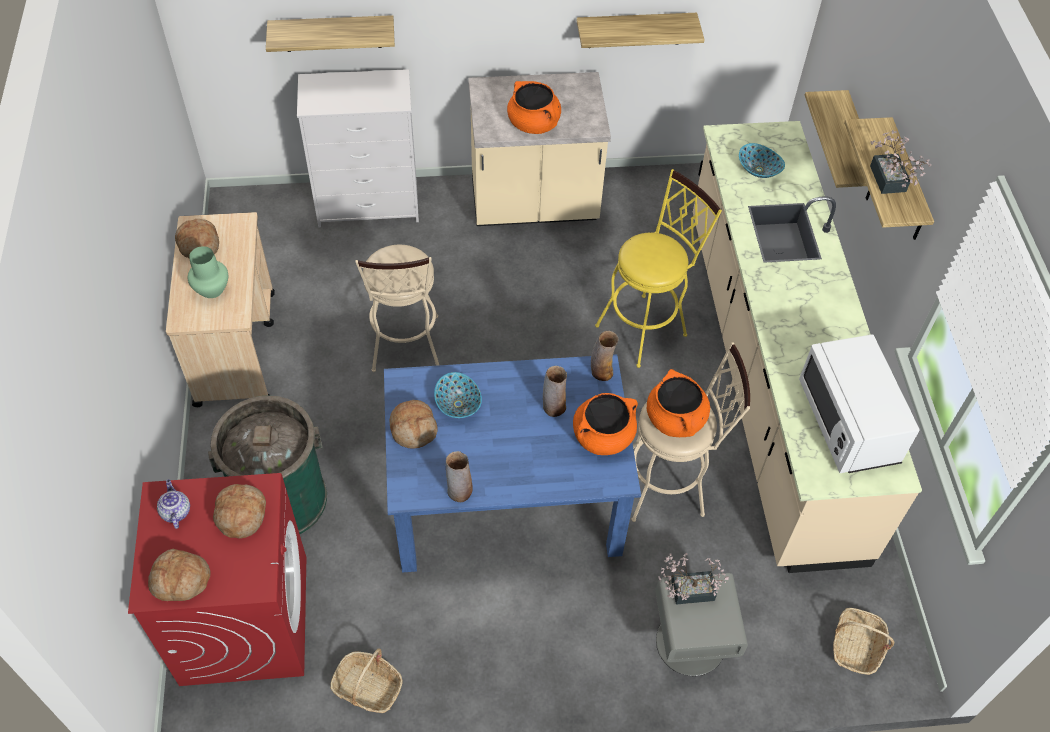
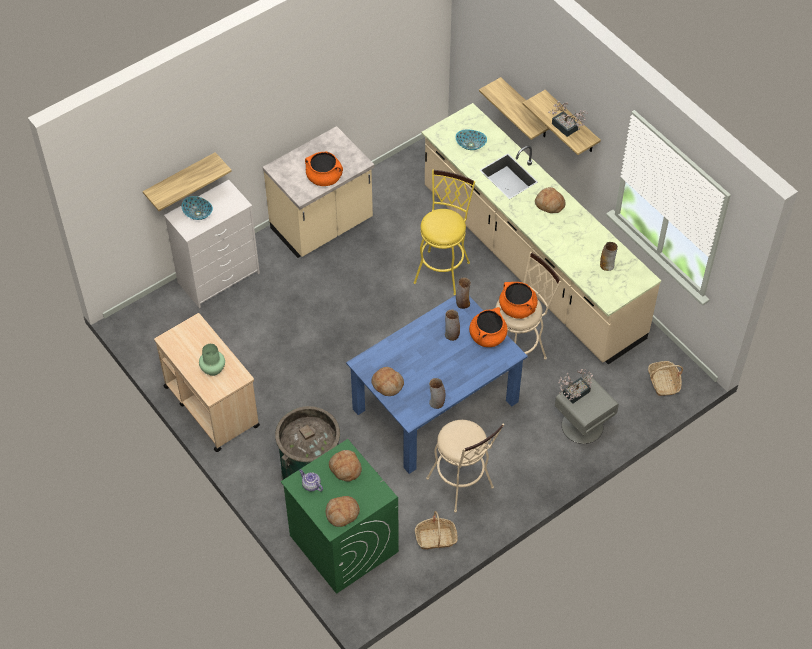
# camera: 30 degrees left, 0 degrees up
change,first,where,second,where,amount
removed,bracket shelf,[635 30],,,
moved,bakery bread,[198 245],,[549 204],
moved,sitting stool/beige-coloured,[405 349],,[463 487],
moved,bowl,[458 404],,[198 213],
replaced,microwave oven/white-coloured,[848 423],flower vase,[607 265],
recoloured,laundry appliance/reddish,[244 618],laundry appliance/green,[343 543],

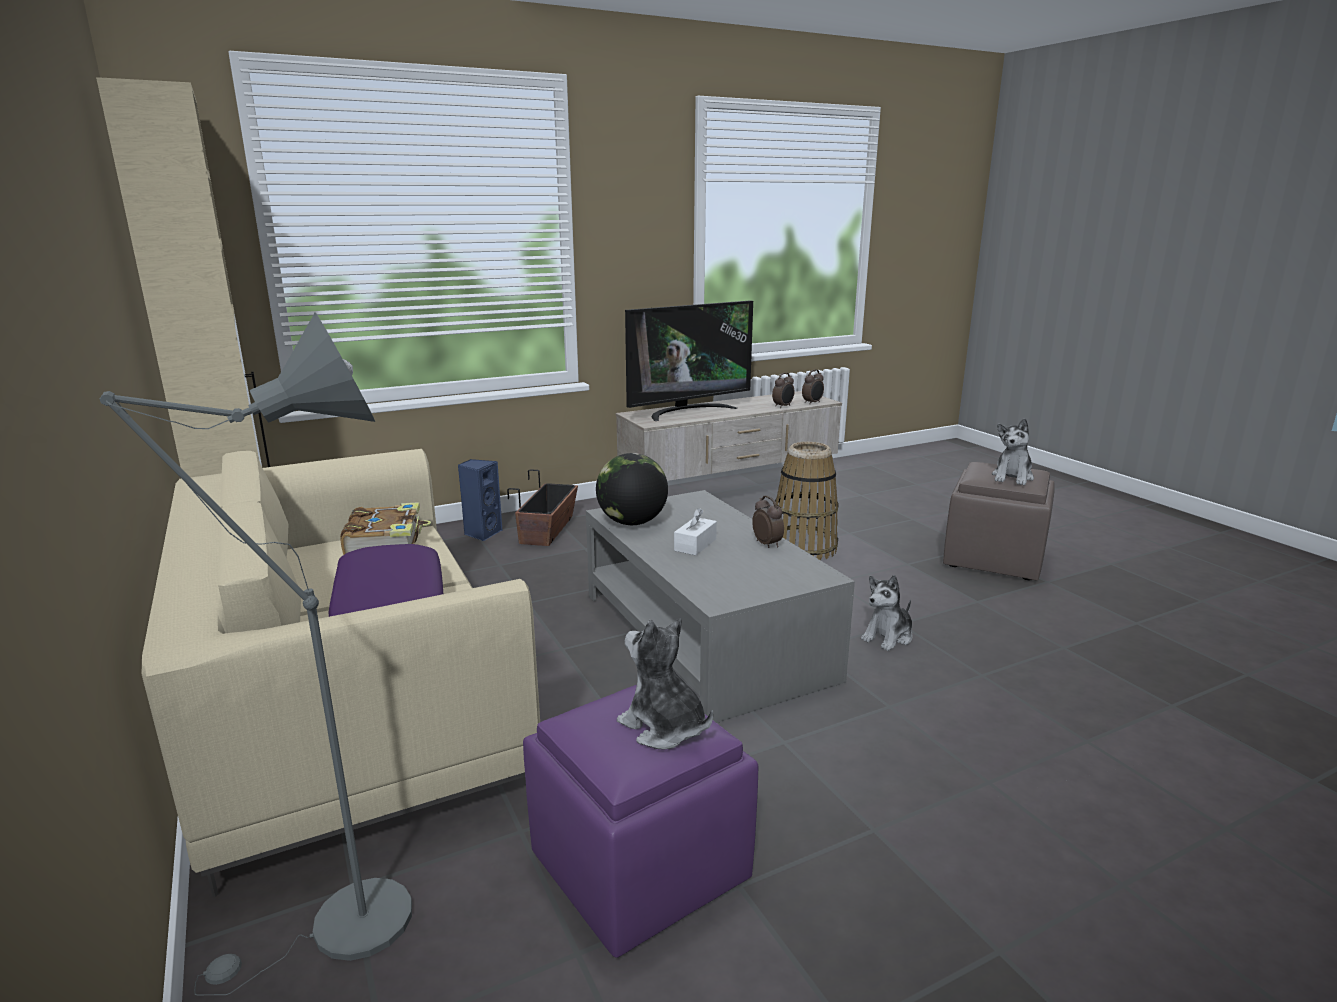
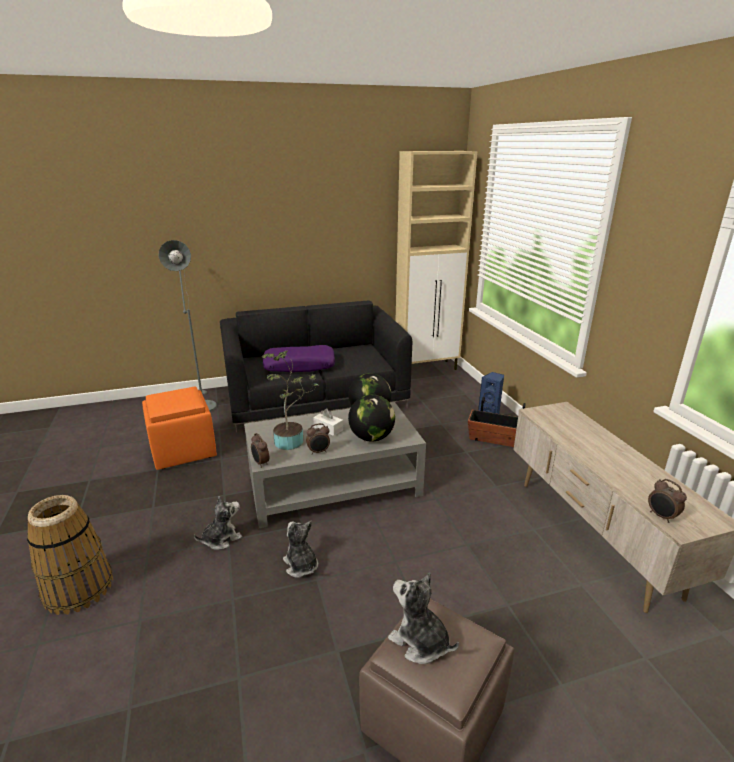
# camera: 100 degrees right, 5 degrees up
change,first,where,second,where,amount
removed,volume,[387 544],,,
removed,TV set,[687 411],,,
added,,,plant in a pot,[292 441],
added,,,desk globe,[371 438],
moved,soft toy,[663 727],,[221 539],
moved,bedside clock,[783 406],,[260 463],
moved,storage basket,[803 548],,[78 588],
recoloured,sofa/beige-coloured,[351 702],sofa/blackish,[315 397],
recoloured,pouffe/purple-coloured,[639 869],pouffe/orange-coloured,[182 450],

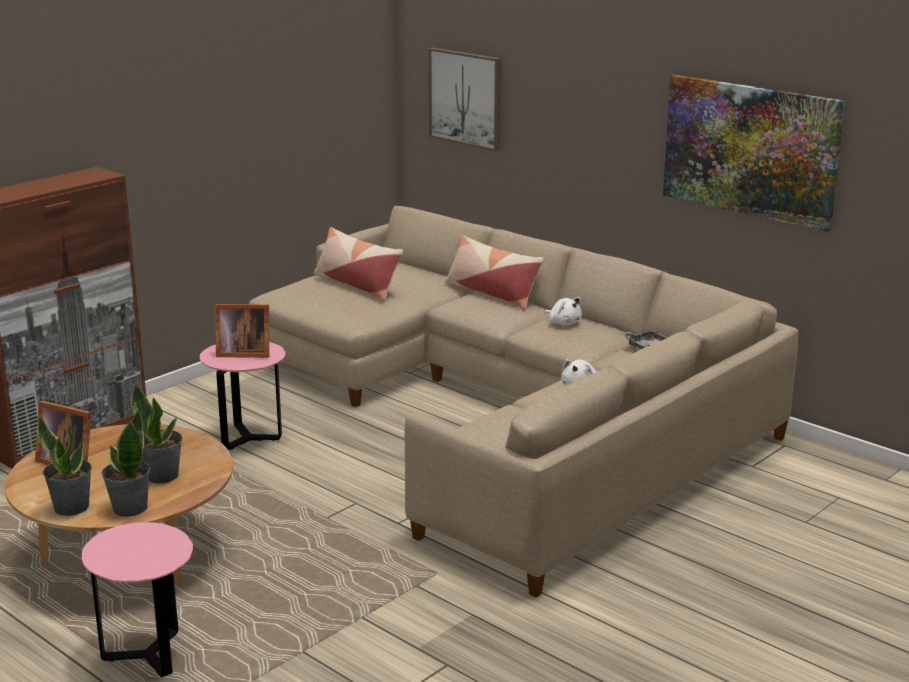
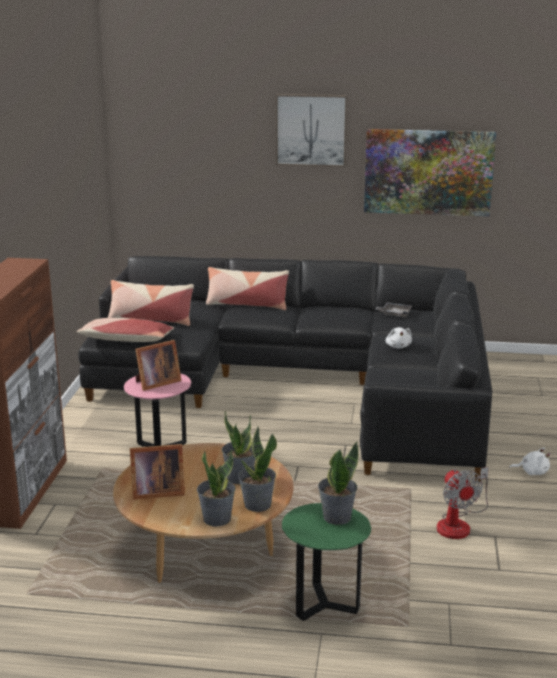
# camera: 35 degrees left, 0 degrees up
change,first,where,second,where,amount
added,,,throw pillow,[126 340],
added,,,plant in a pot,[336 517],
added,,,cooling fan,[458 523],
moved,picture,[466 98],,[311 130],
moved,soft toy/white-coloured,[564 323],,[532 472],
recoloured,side table/pink,[148 656],side table/green,[324 606],
recoloured,sofa/beige-coloured,[512 414],sofa/blackish,[305 383],

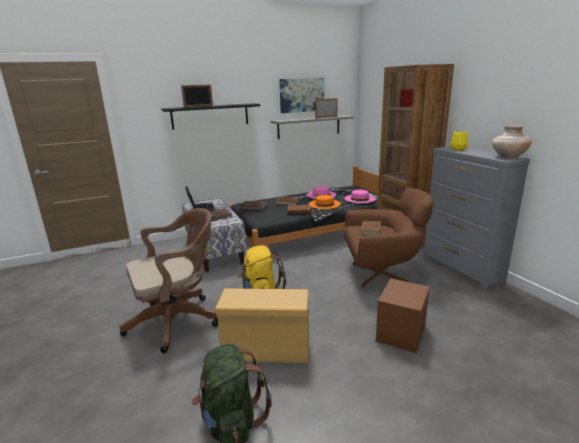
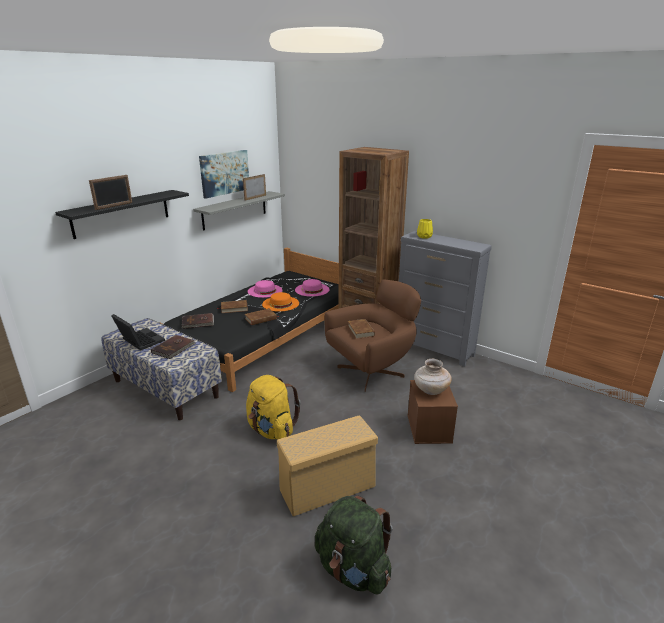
# camera: 30 degrees left, 5 degrees up
change,first,where,second,where,amount
removed,office chair/brown-coloured,[178 320],,,
moved,flower vase/beige-coloured,[508 157],,[430 390],

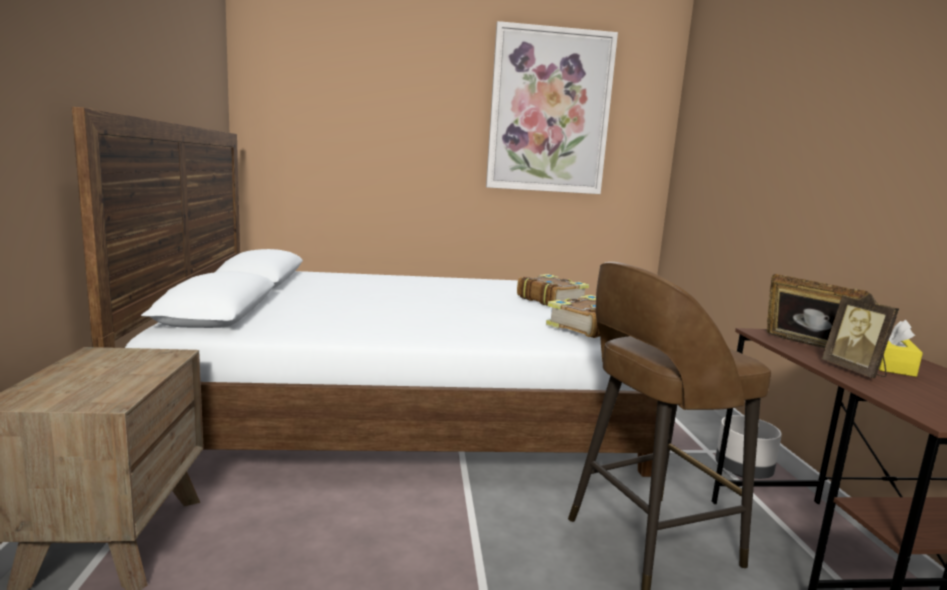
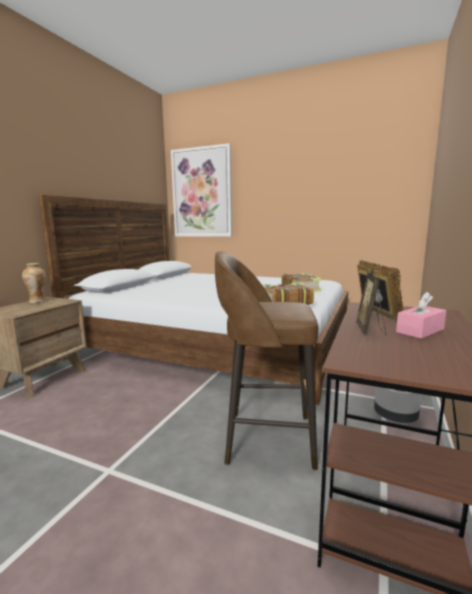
# camera: 30 degrees right, 0 degrees up
change,first,where,second,where,amount
added,,,flower vase,[37 301],
moved,picture,[549 111],,[202 193],
recoloured,tissue holder/yellow-coloured,[891 365],tissue holder/pink,[420 330],

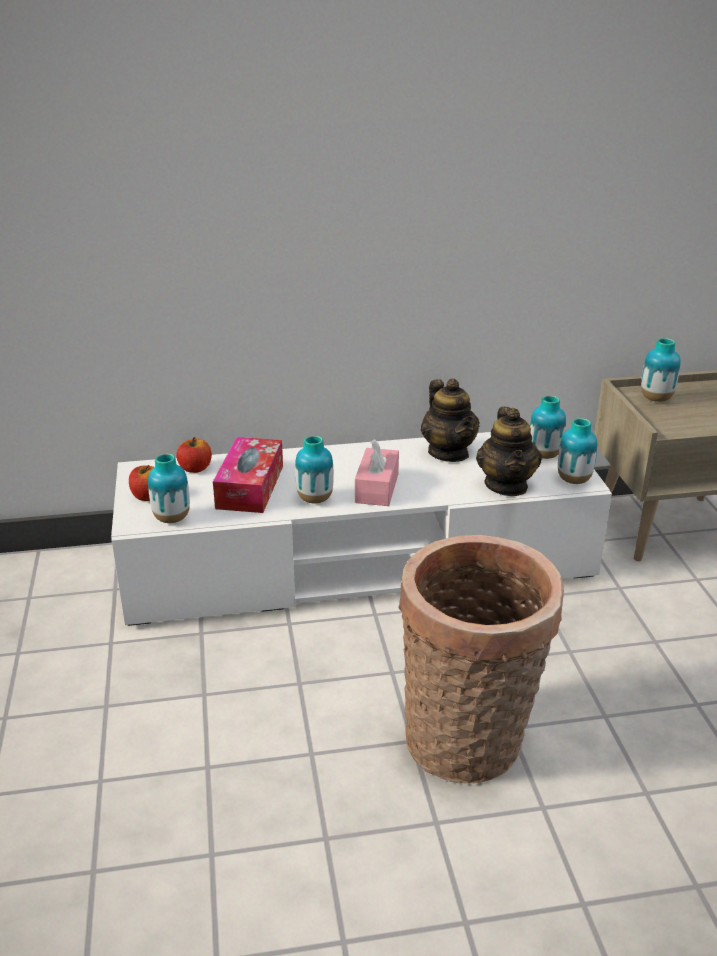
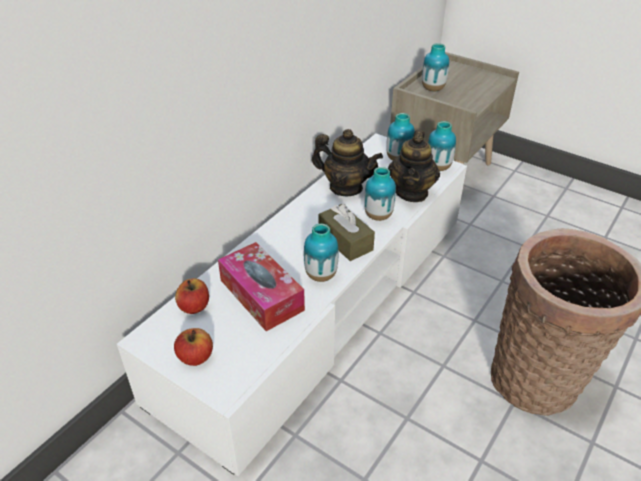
# camera: 45 degrees left, 10 degrees up
change,first,where,second,where,amount
moved,flower vase,[172 518],,[378 216],
recoloured,tissue holder/pink,[377 488],tissue holder/brown-coloured,[345 241],
turned,tea pot,[506 485],,[412 192],60 degrees clockwise

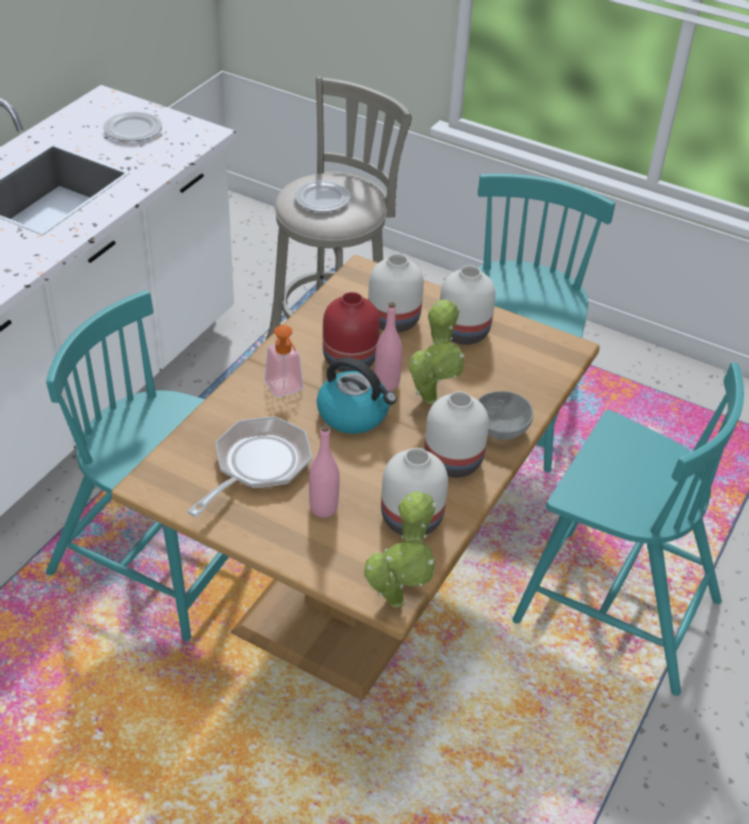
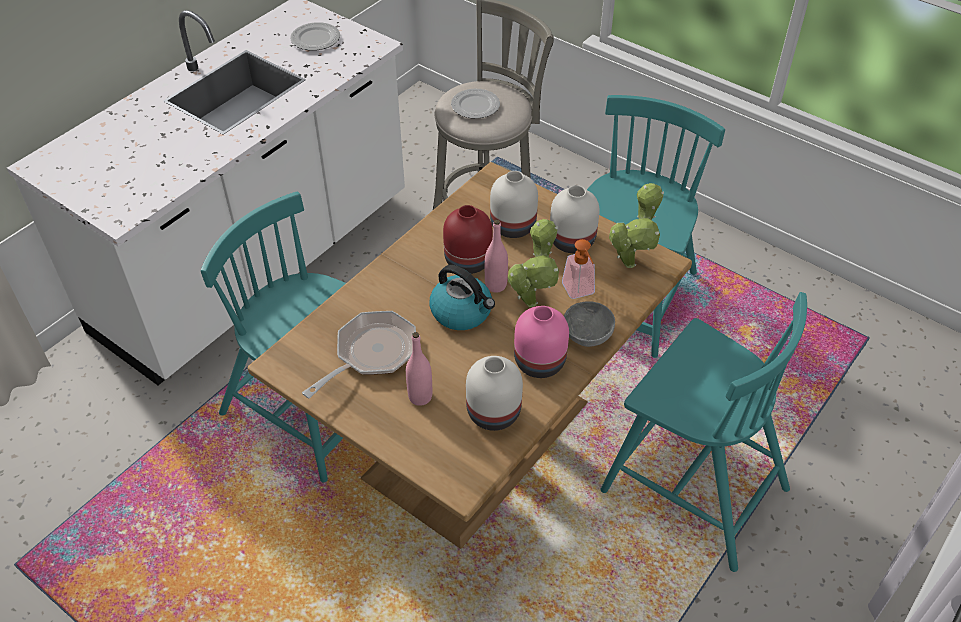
# camera: 10 degrees right, 5 degrees up
change,first,where,second,where,amount
moved,liquid soap bottle,[286 390],,[580 292],
moved,plant in a pot,[398 596],,[631 261],
recoloured,flower vase/white-coloured,[454 461],flower vase/pink,[541 362],

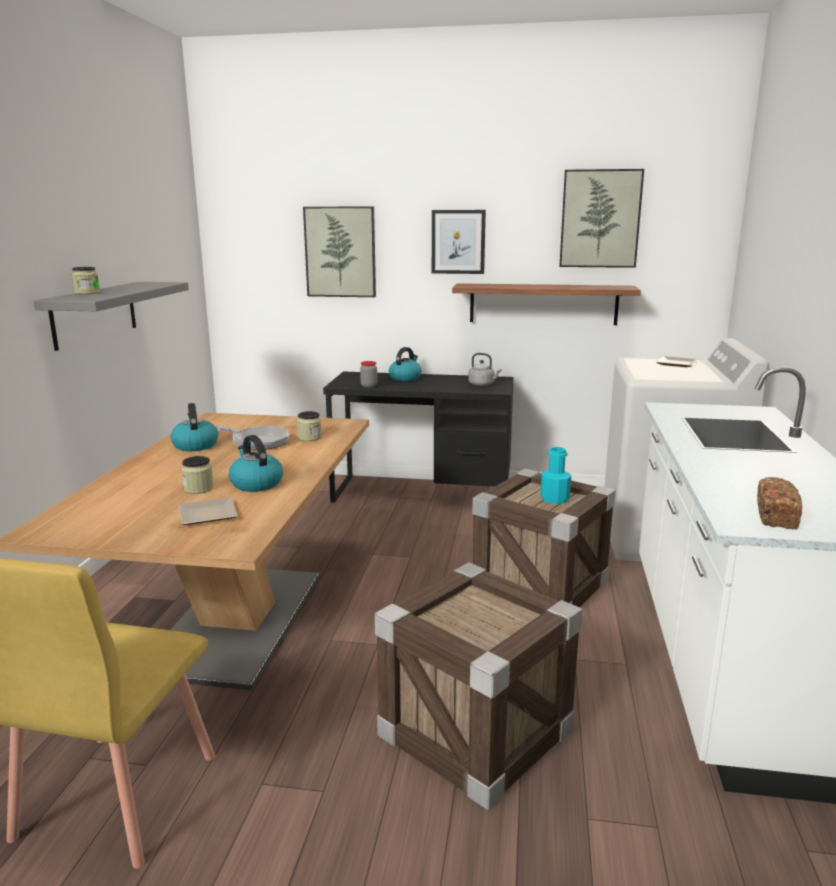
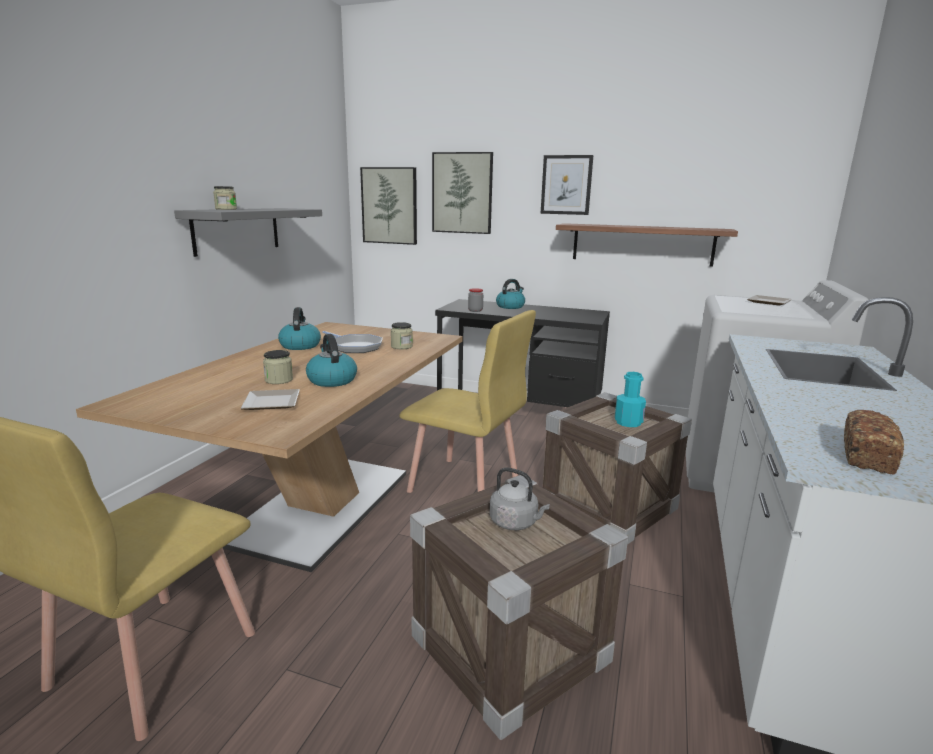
# camera: 10 degrees right, 0 degrees up
change,first,where,second,where,amount
added,,,chair/yellow-coloured,[464 485],
moved,kettle/greyish,[483 384],,[516 523],
moved,picture,[600 219],,[389 206],

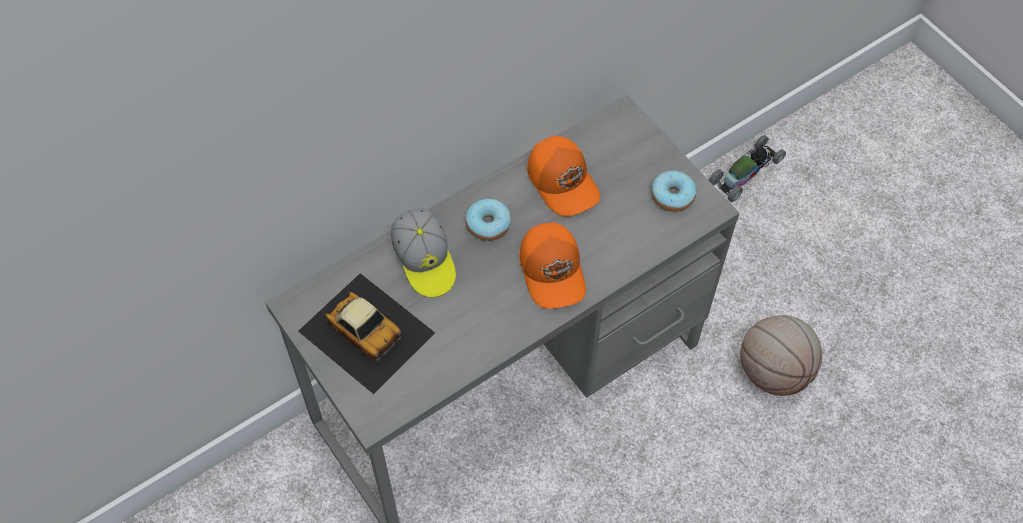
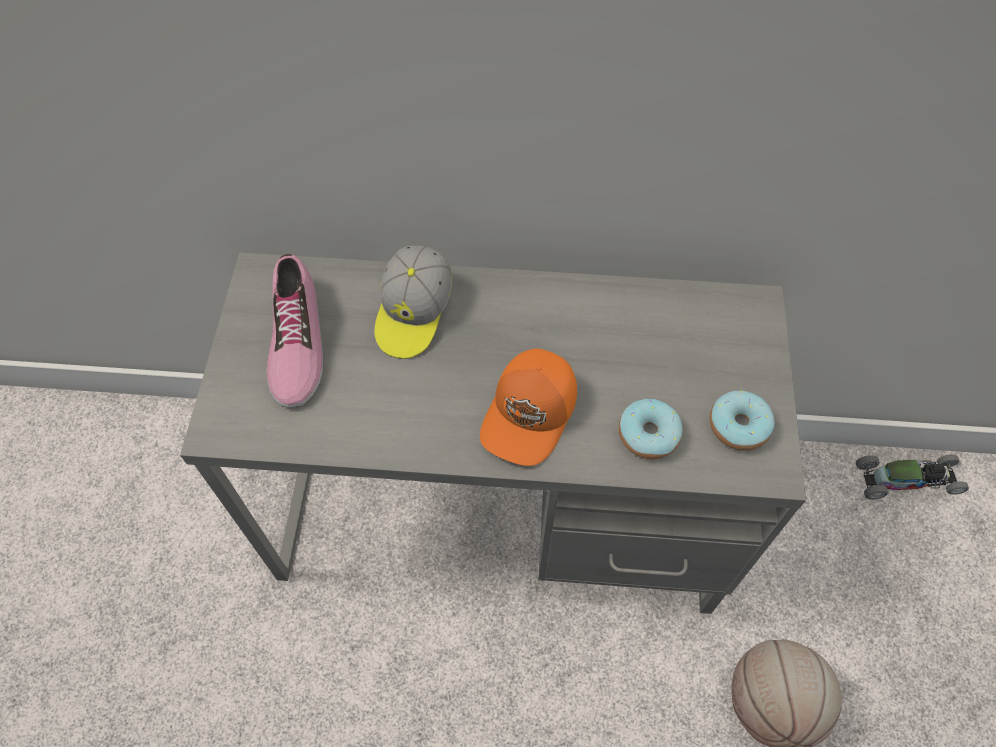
# camera: 40 degrees right, 0 degrees up
change,first,where,second,where,amount
removed,baseball cap/orange-coloured,[563 181],,,
moved,doughnut,[488 224],,[648 434],
replaced,model car,[366 331],low shoe,[295 341],

